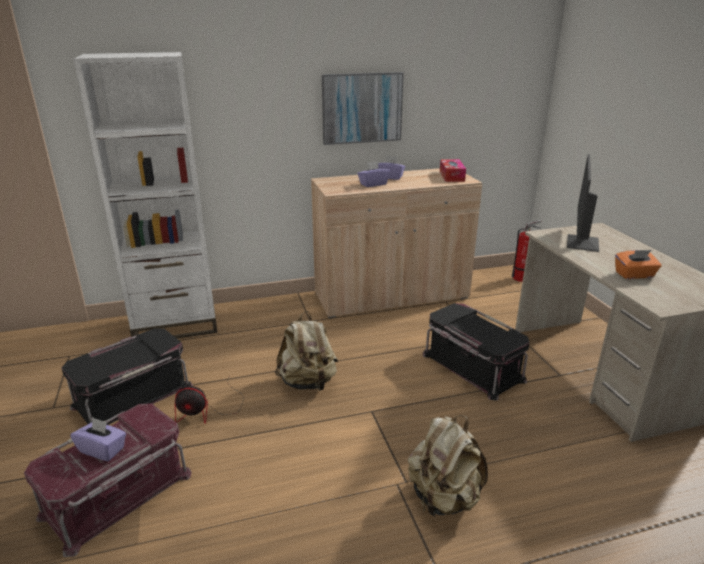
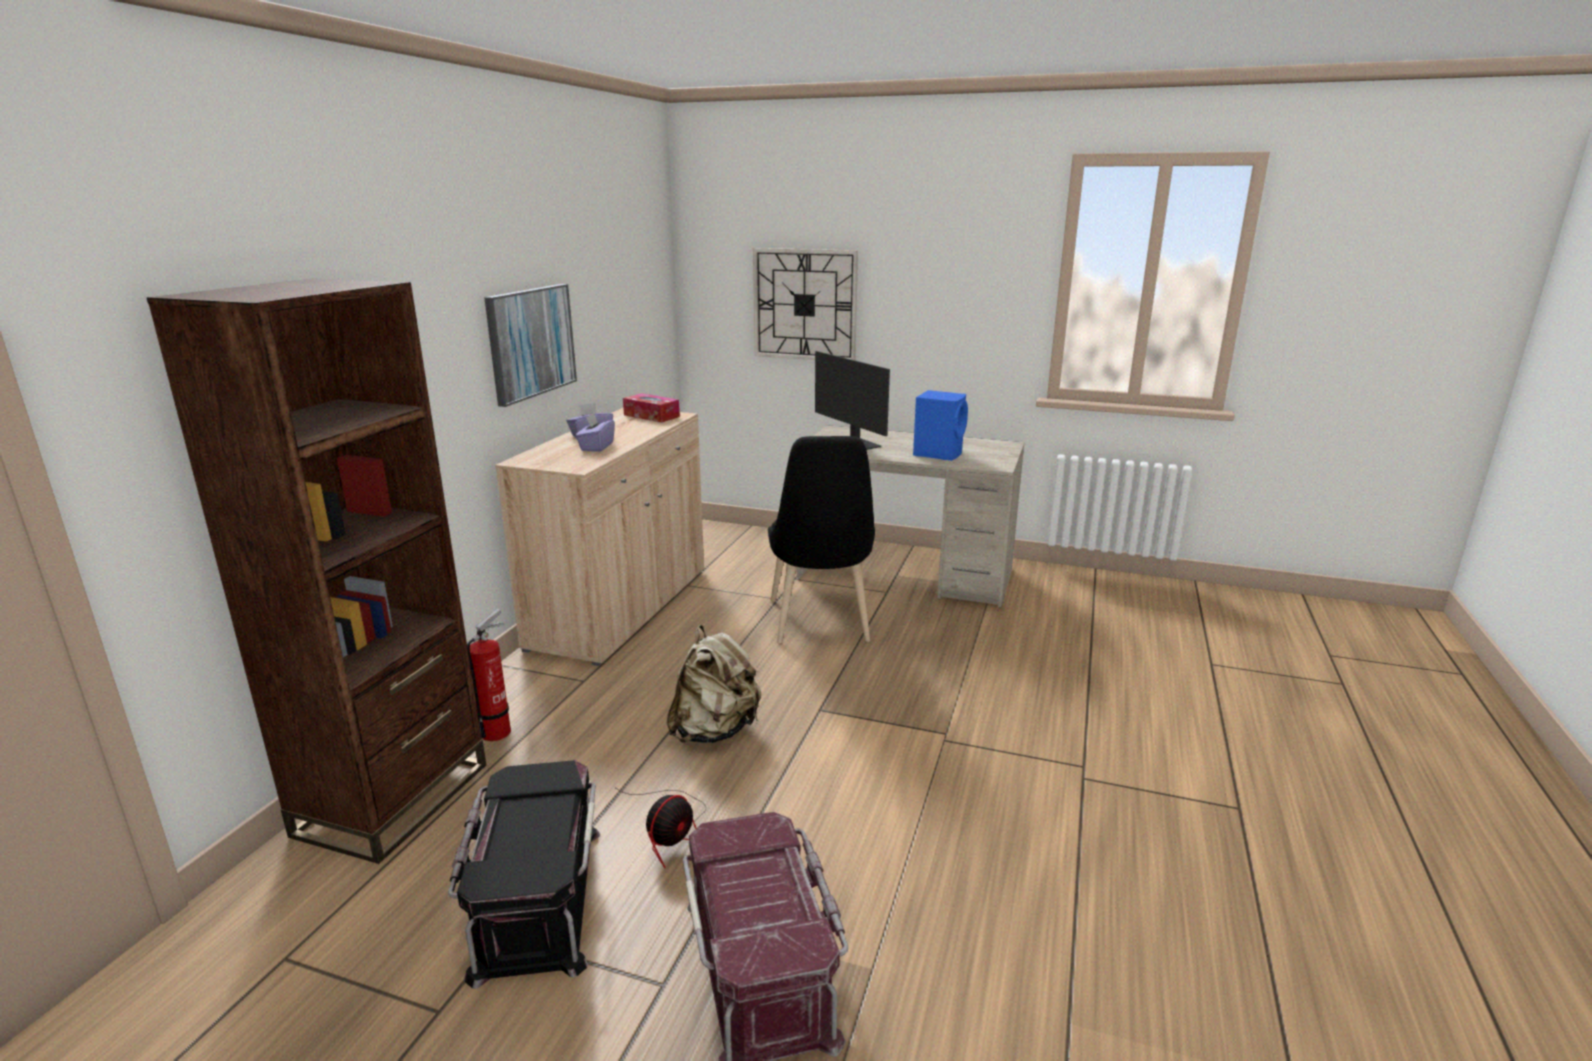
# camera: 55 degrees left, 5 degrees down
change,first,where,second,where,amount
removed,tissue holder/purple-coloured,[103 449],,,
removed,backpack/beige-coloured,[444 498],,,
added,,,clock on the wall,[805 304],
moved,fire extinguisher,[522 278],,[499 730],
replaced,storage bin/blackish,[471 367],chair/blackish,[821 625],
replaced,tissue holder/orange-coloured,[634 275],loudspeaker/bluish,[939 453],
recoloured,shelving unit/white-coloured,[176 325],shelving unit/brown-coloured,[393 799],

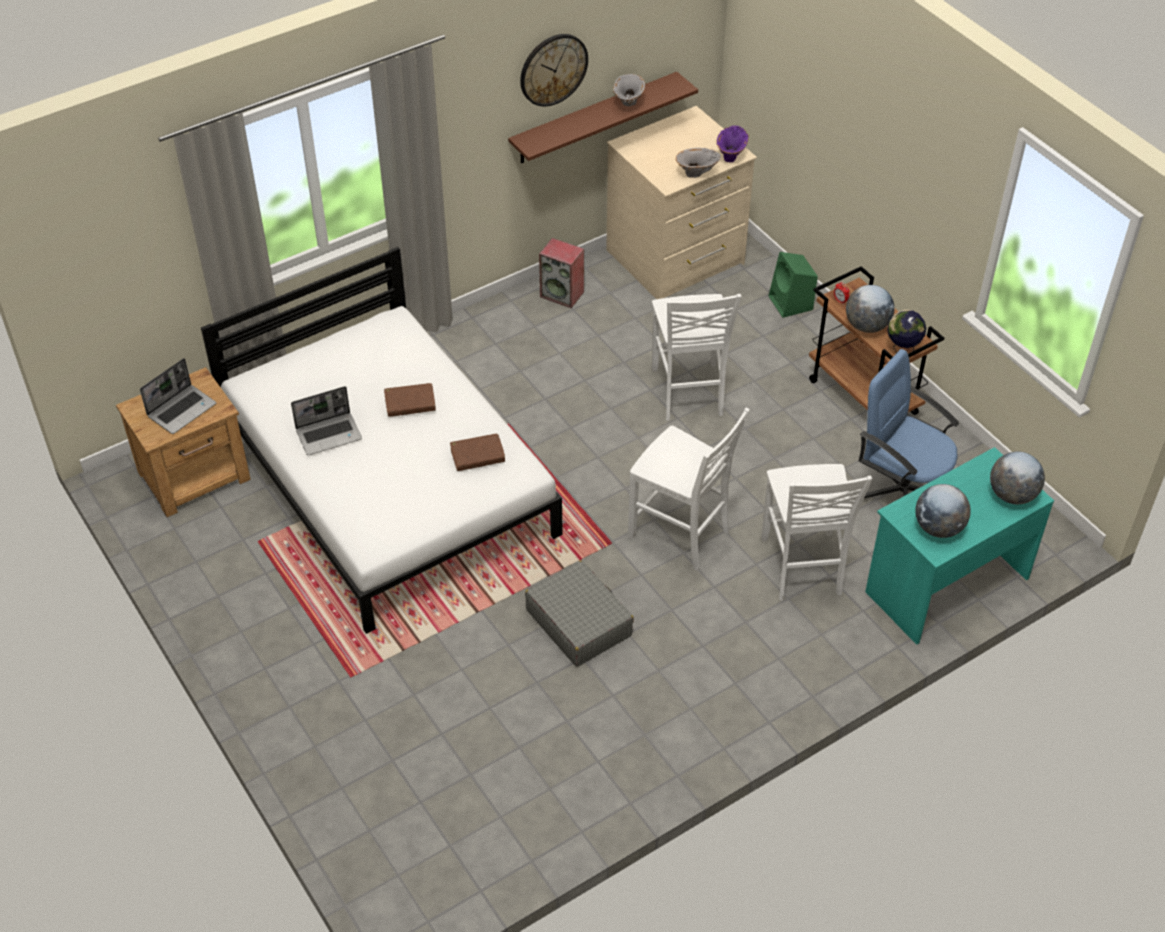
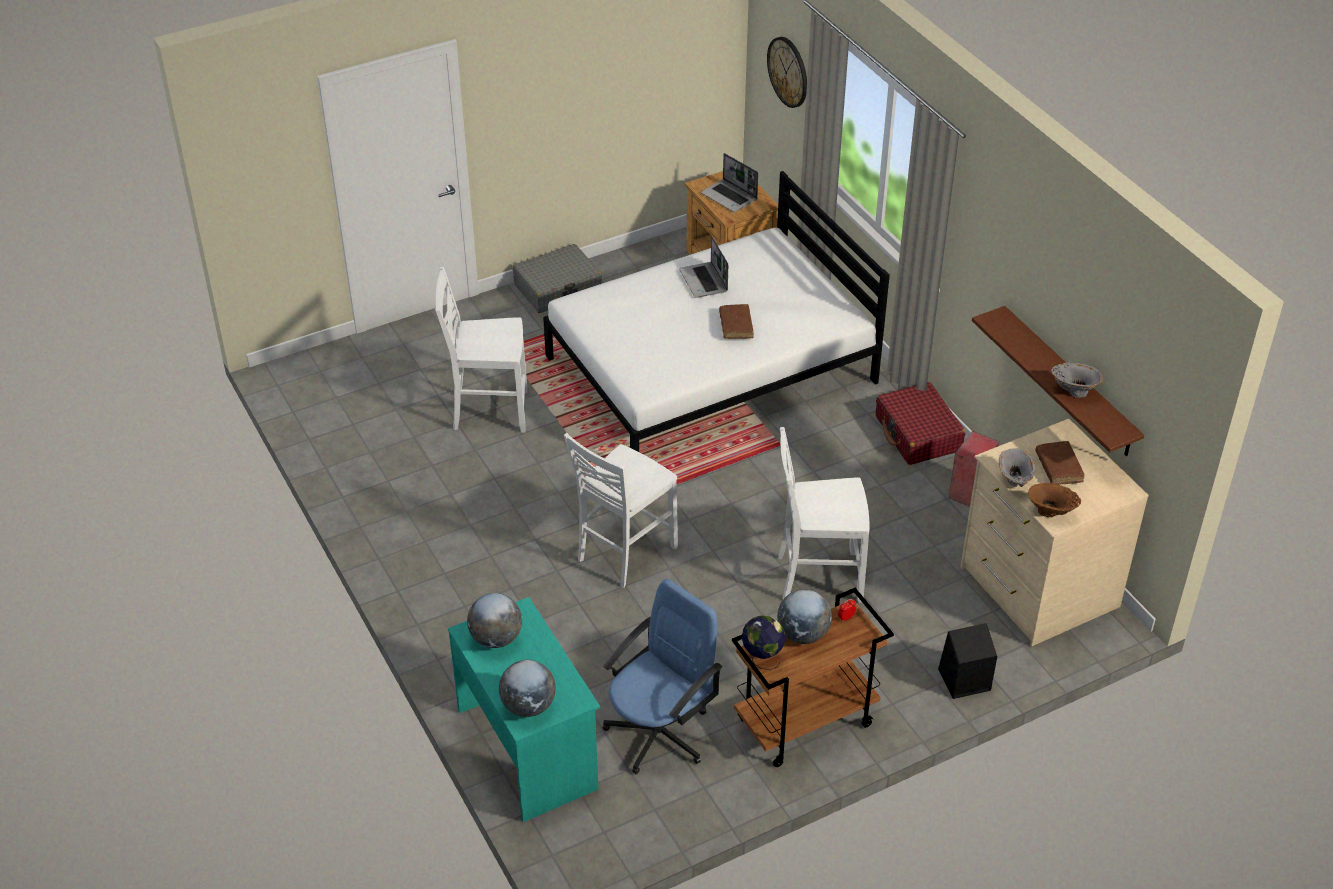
# camera: 95 degrees right, 5 degrees down
change,first,where,second,where,amount
added,,,piece of luggage/reddish,[918 434],
moved,volume/brown-coloured,[477 456],,[1058 467],
moved,clock on the wall,[553 69],,[788 71],
moved,piece of luggage/greyish,[578 622],,[558 289],
moved,chair/white-coloured,[802 567],,[488 411],
recoloured,flower vase/purple-coloured,[731 156],flower vase/brown-coloured,[1051 514],
recoloured,loudspeaker/green,[791 303],loudspeaker/blackish,[963 680],

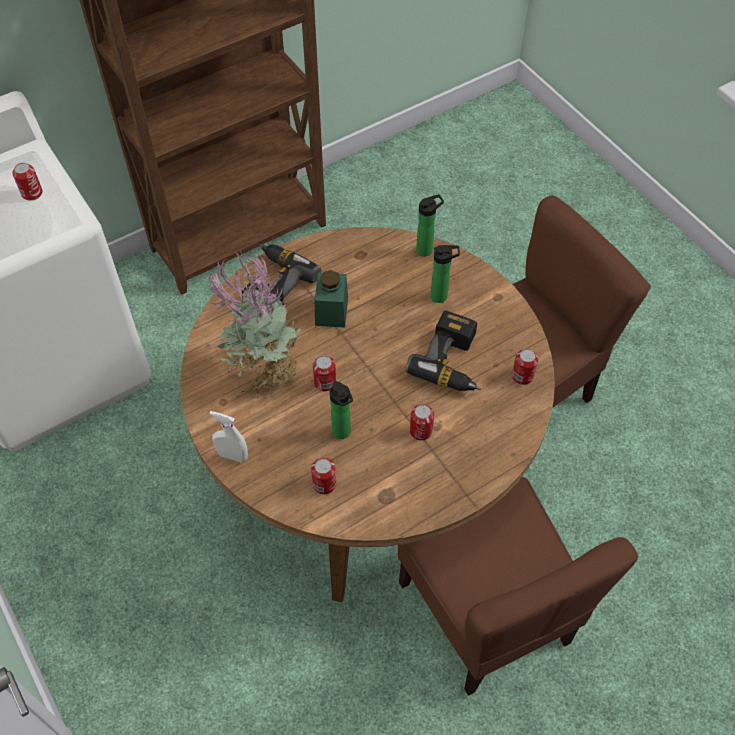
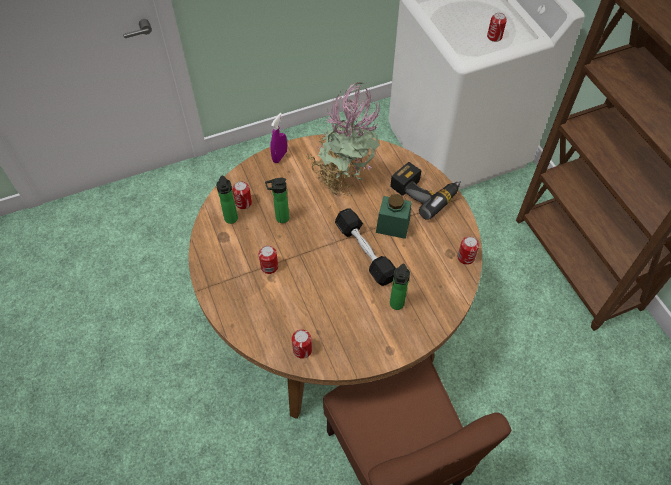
# camera: 100 degrees right, 0 degrees up
change,first,where,second,where,amount
removed,chair/brown-coloured,[487 611],,,
removed,power drill,[453 361],,,
added,,,free weight/blackish,[365 252],
moved,can,[325 382],,[466 257],
moved,bottle,[426 249],,[231 220],
recoloured,spray bottle/white-coloured,[232 456],spray bottle/purple-coloured,[280 156],

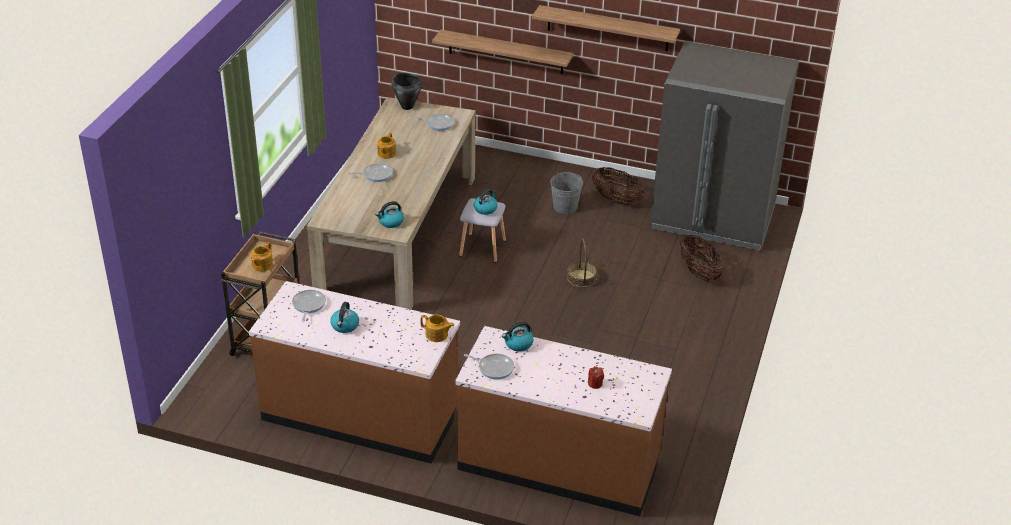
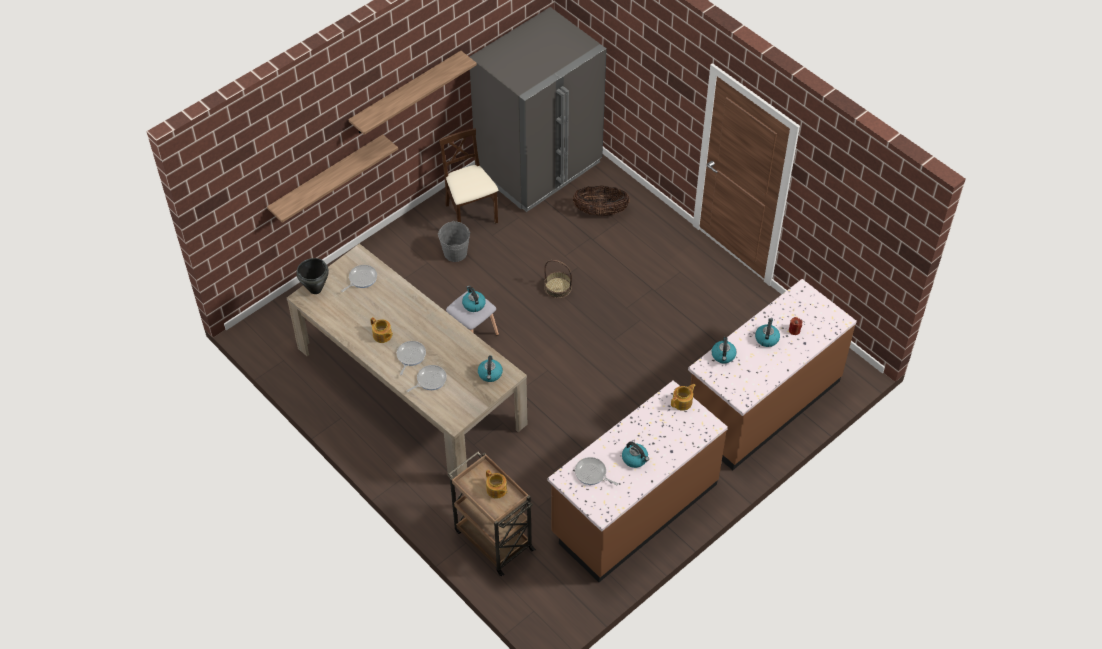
# camera: 60 degrees left, 15 degrees up
change,first,where,second,where,amount
added,,,kettle,[766 338],
moved,pan,[494 368],,[430 380],
replaced,storage basket,[616 200],chair/beige-coloured,[470 215],

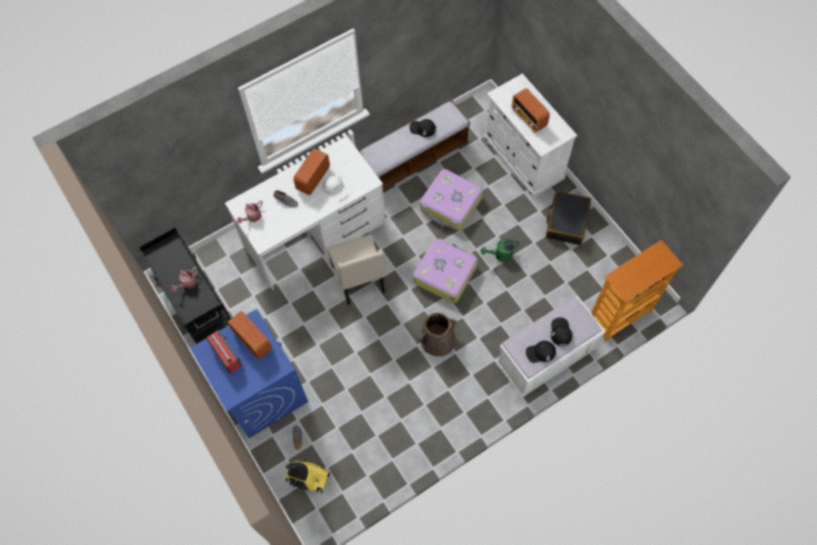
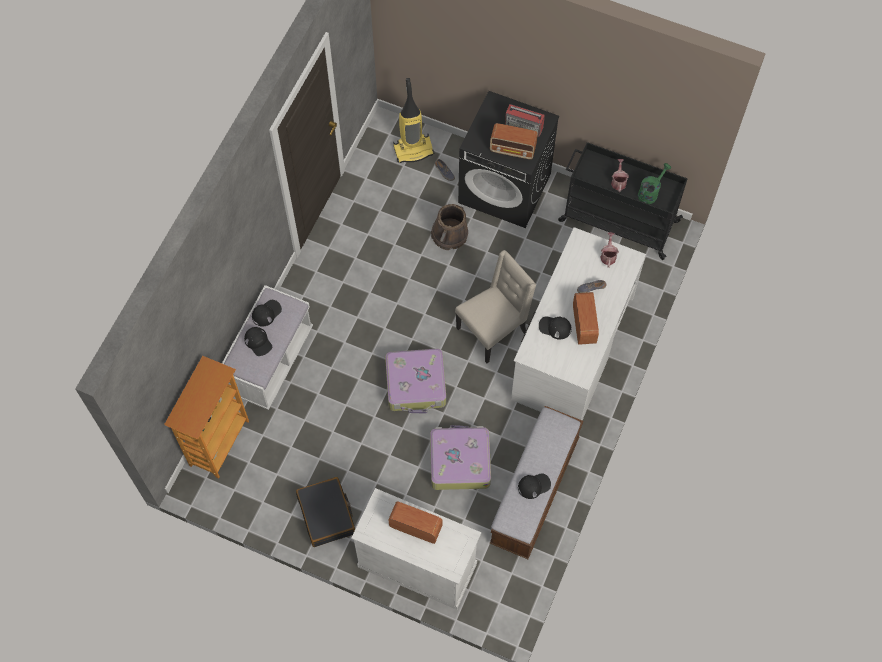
# camera: 145 degrees right, 0 degrees up
change,first,where,second,where,amount
moved,pail/brown-coloured,[437 340],,[449 235],
moved,watering can/green,[500 255],,[650 192],
recoloured,laundry appliance/bluish,[260 390],laundry appliance/blackish,[505 188],
recoloured,baseball cap/white-coloured,[335 188],baseball cap/blackish,[554 327],
turned,chair/beige-coloured,[360 280],,[493 330],105 degrees clockwise

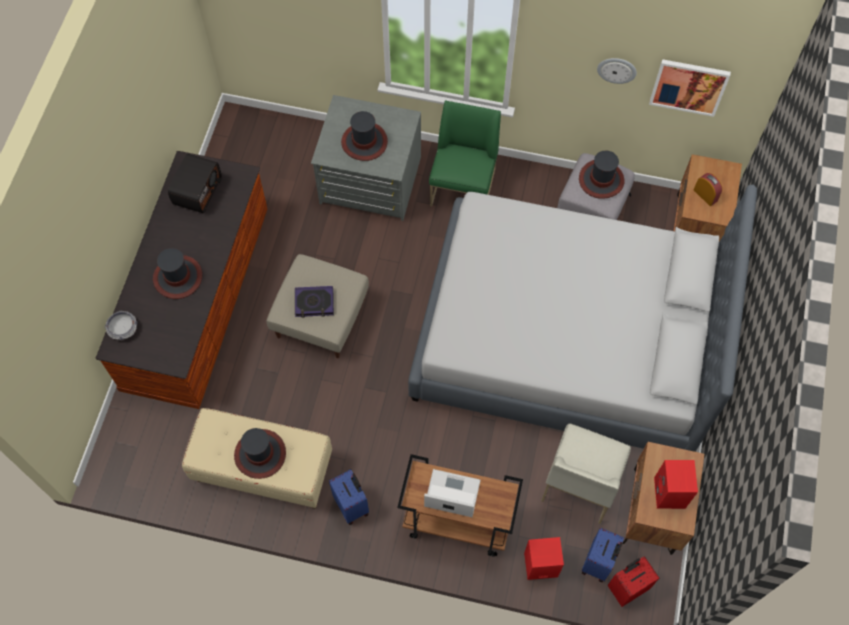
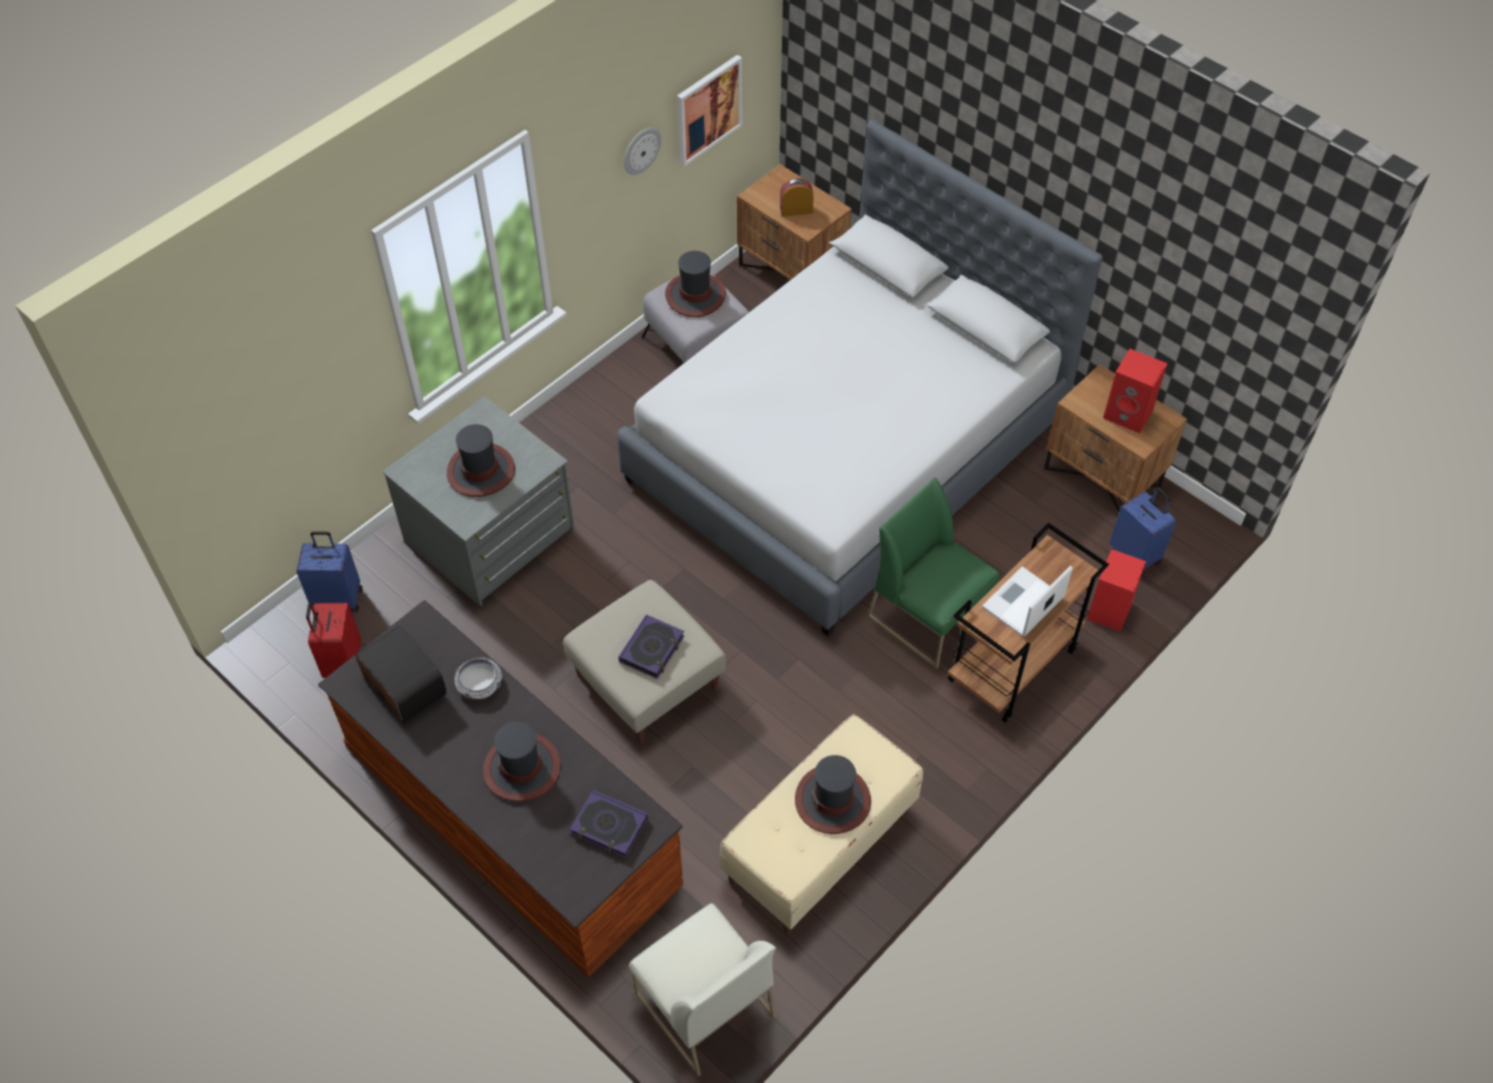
# camera: 60 degrees left, 10 degrees down
change,first,where,second,where,amount
added,,,volume,[609 827],
moved,bowl,[123 328],,[479 684],
moved,piece of luggage/bluish,[352 505],,[338 598],
moved,chair/green,[463 187],,[929 616],
moved,chair/white-coloured,[580 481],,[703 1005],
moved,piece of luggage/reddish,[627 587],,[342 662],

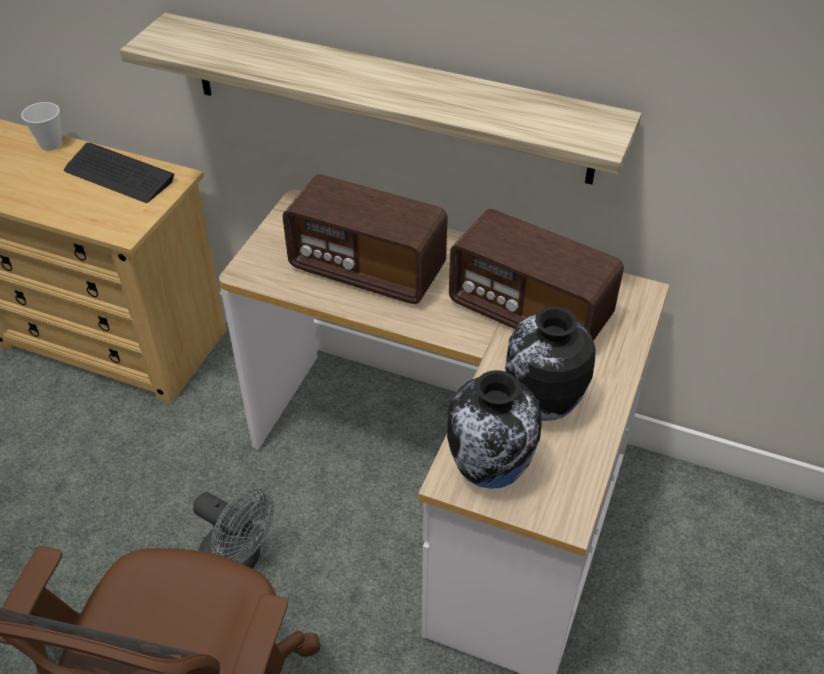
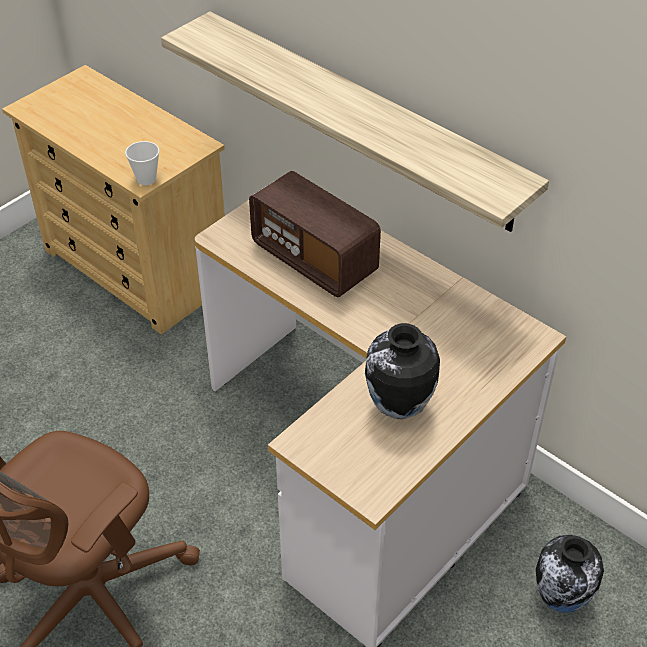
# camera: 20 degrees right, 0 degrees up
change,first,where,second,where,amount
removed,PC keyboard,[119 175],,,
removed,cooling fan/greyish,[239 560],,,
removed,radio receiver,[529 312],,,
moved,cup,[50 144],,[146 179],
moved,flower vase,[490 473],,[561 599],

